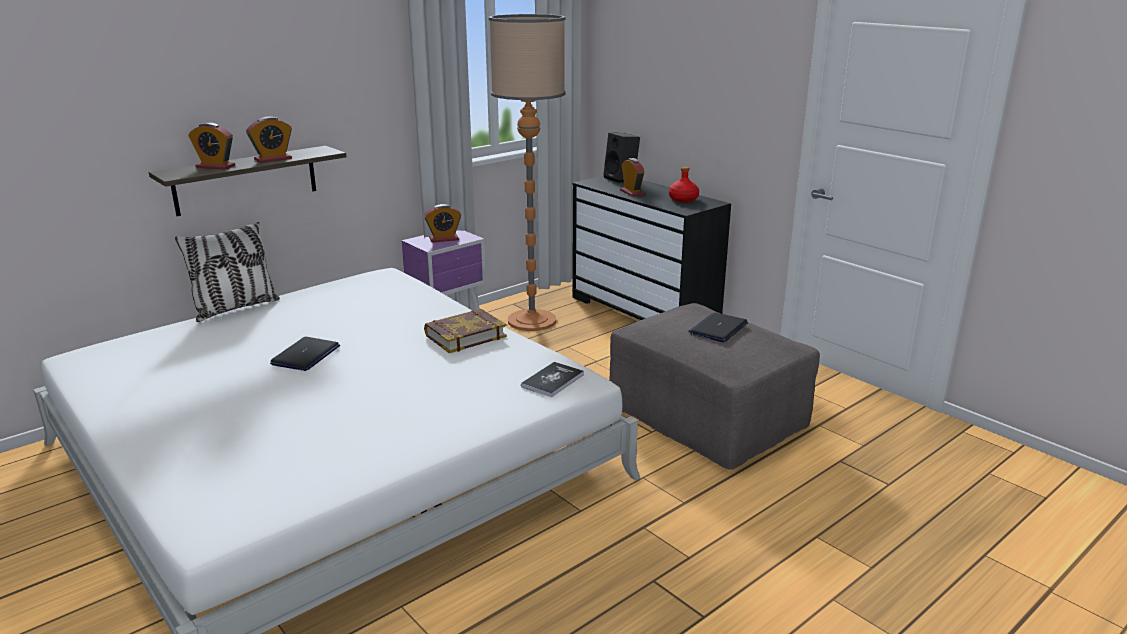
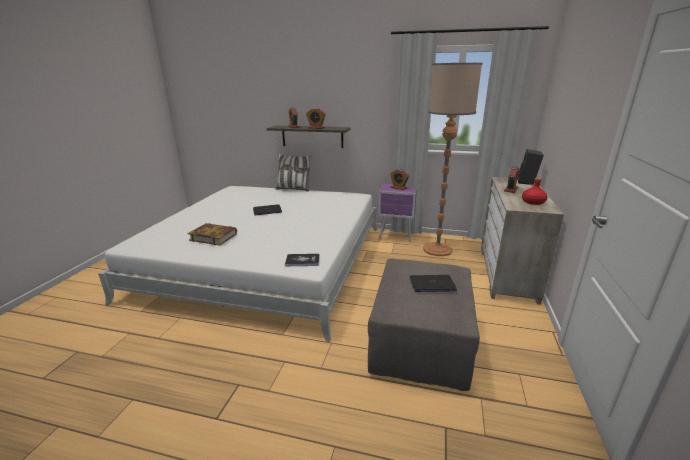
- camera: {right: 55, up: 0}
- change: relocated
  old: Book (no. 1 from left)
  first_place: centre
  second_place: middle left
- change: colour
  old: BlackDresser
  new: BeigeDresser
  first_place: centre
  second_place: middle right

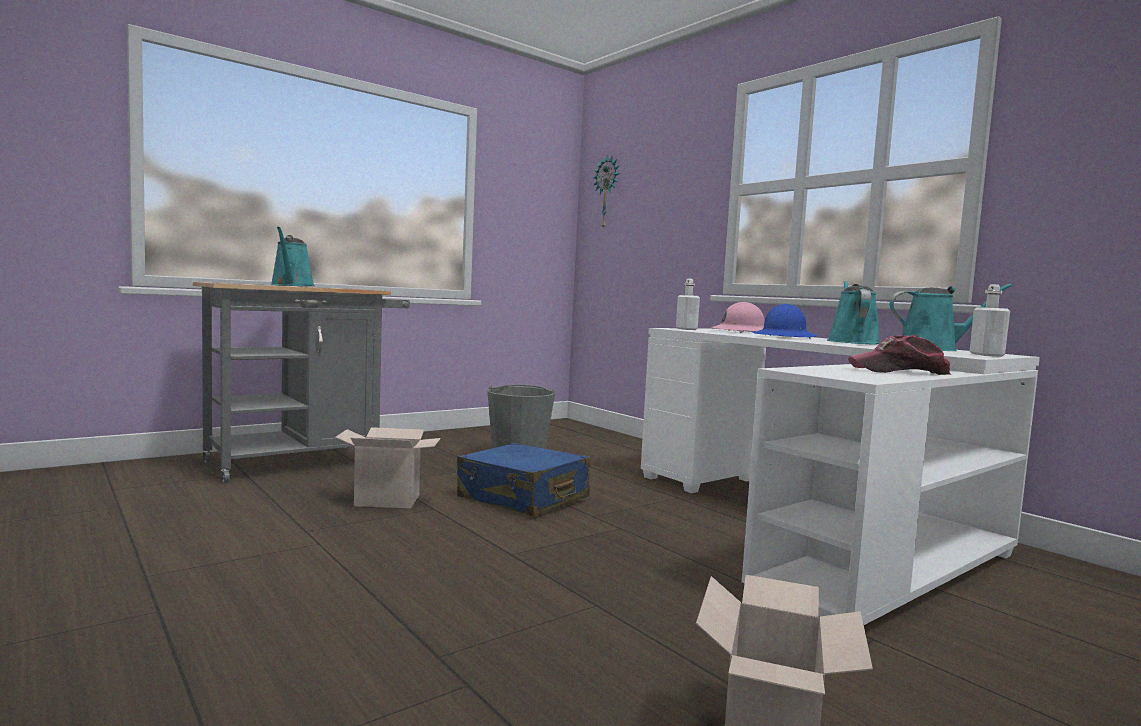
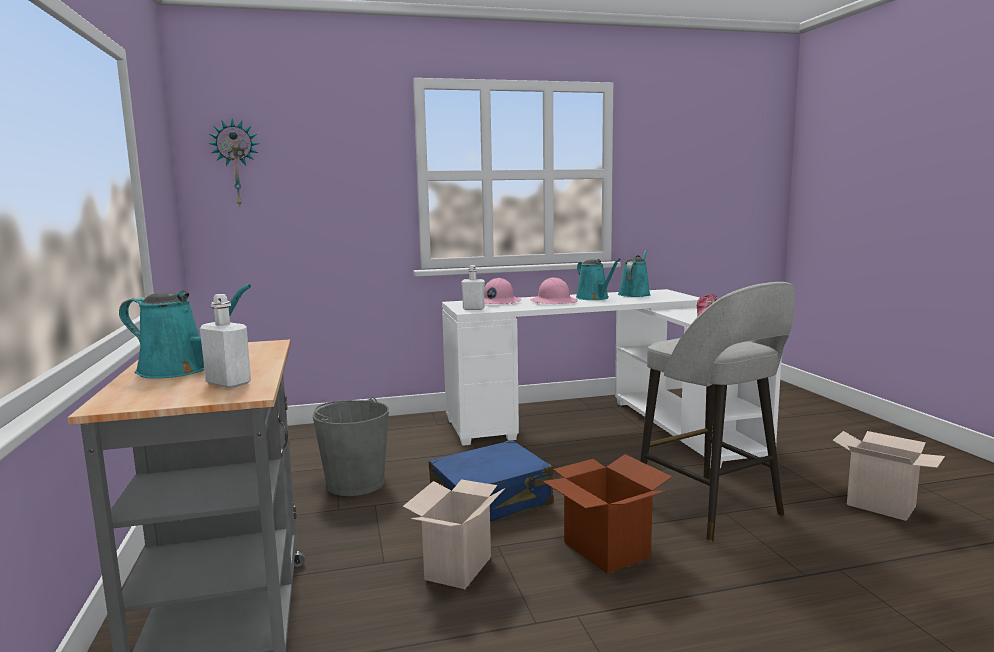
- camera: {right: -65, up: 5}
- change: appeared
  new: CardboardBox (no. 2 from left)
  second_place: bottom centre
- change: appeared
  new: GreyStool
  second_place: middle right
- change: relocated
  old: WhiteBottle (no. 2 from left in the first image)
  new: WhiteBottle (no. 1 from left)
  first_place: middle right
  second_place: middle left
- change: colour
  old: BlueHardHat
  new: PinkHardHat (no. 2 from left)
  first_place: middle right
  second_place: centre
- change: spun
  old: TurquoiseWateringCan (no. 2 from left)
  first_place: middle right
  second_place: centre
  degrees: -150

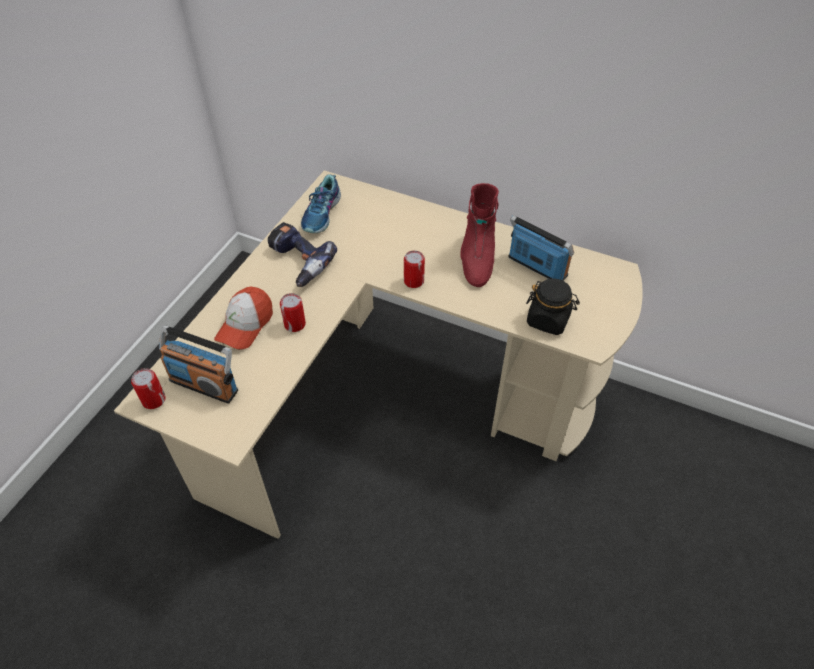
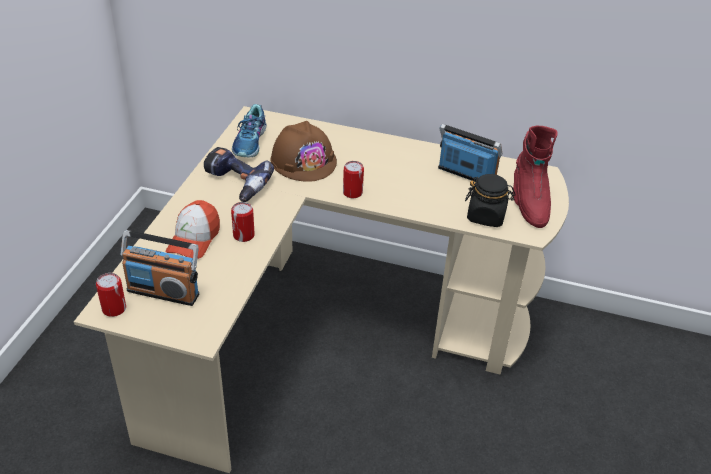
- camera: {right: -10, up: -10}
- change: appeared
  new: BrownHardHat
  second_place: top centre
- change: relocated
  old: RedBoot
  first_place: centre
  second_place: middle right

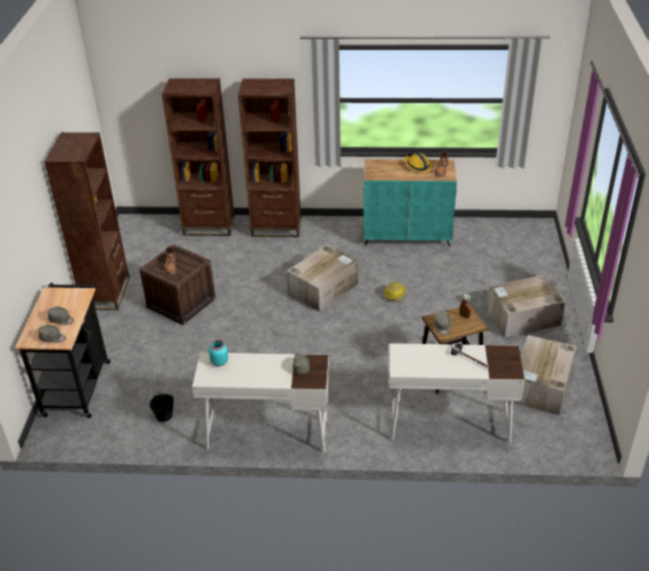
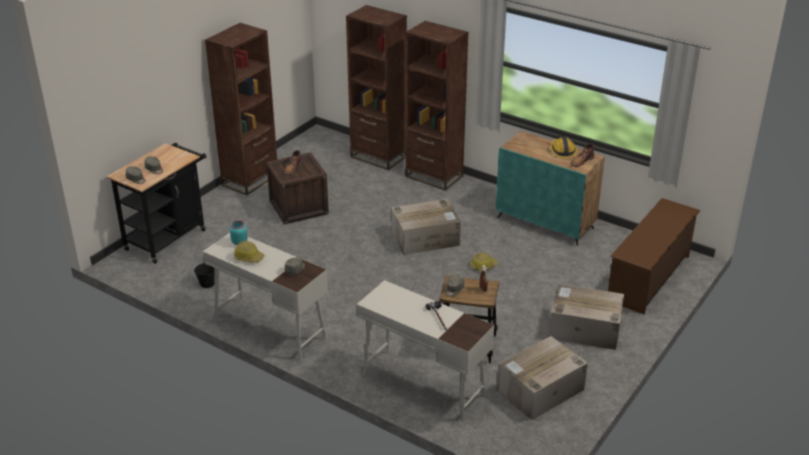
- camera: {right: 30, up: -5}
- change: appeared
  new: HardHat (no. 1 from left)
  second_place: middle left
- change: appeared
  new: BrownShoeRack
  second_place: middle right

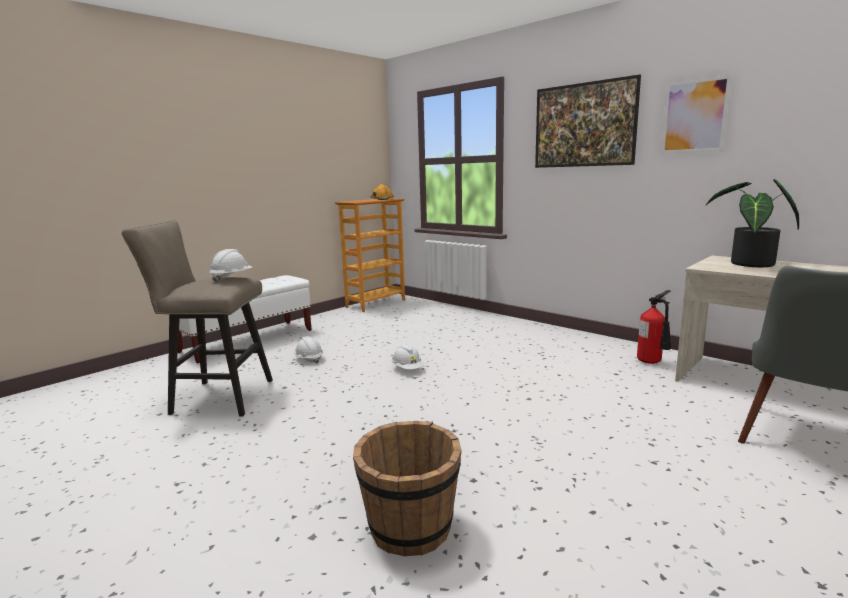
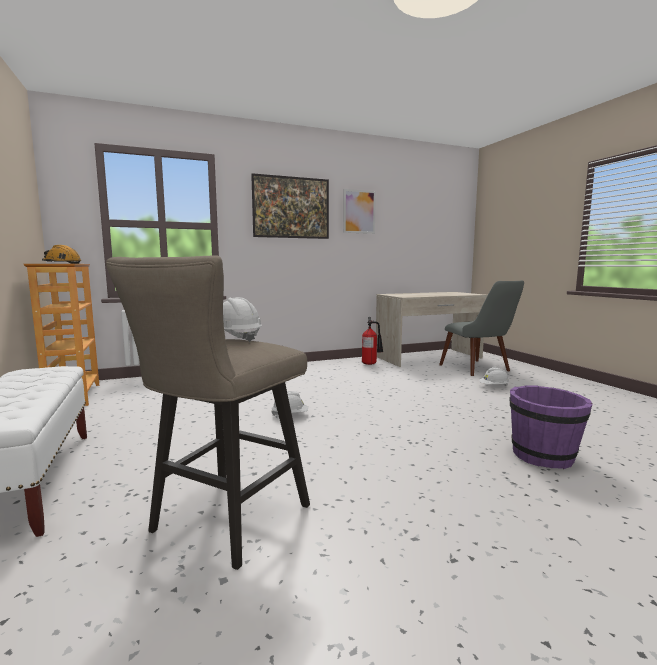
- camera: {right: -65, up: -5}
- change: missing
  old: PottedPlant
  first_place: middle right
- change: relocated
  old: WhiteHardHat (no. 2 from left in the first image)
  new: WhiteHardHat (no. 3 from left)
  first_place: centre
  second_place: middle right
- change: colour
  old: BrownBucket
  new: PurpleBucket
  first_place: bottom centre
  second_place: middle right

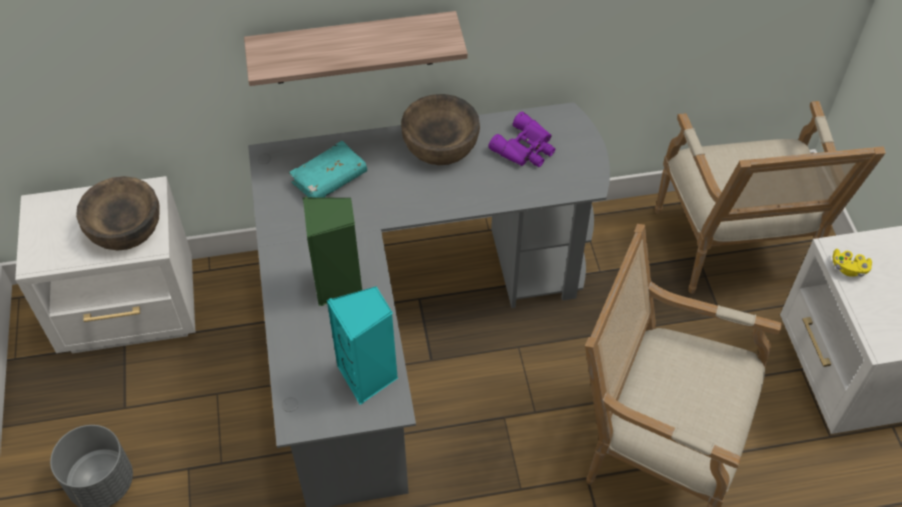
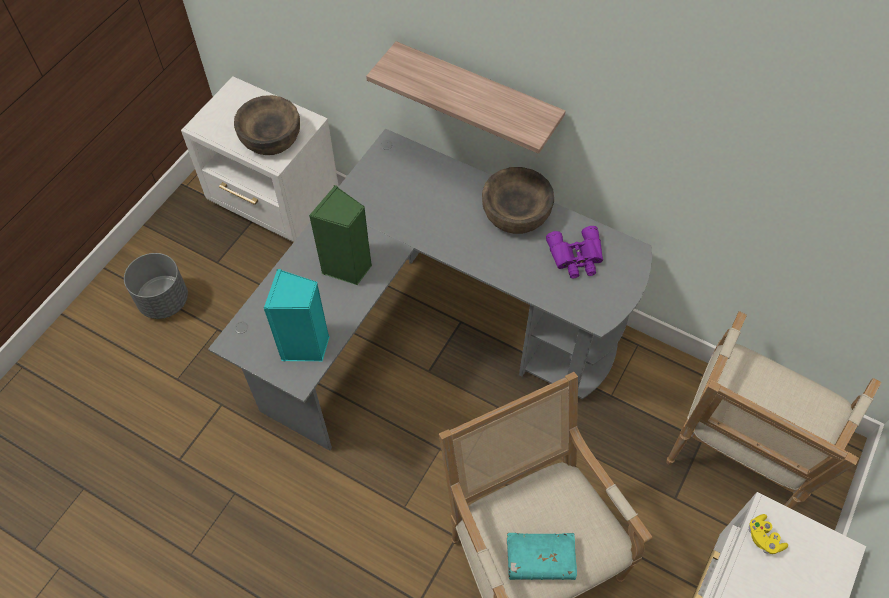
- camera: {right: 40, up: 5}
- change: relocated
  old: TurquoiseBook
  first_place: centre
  second_place: bottom centre

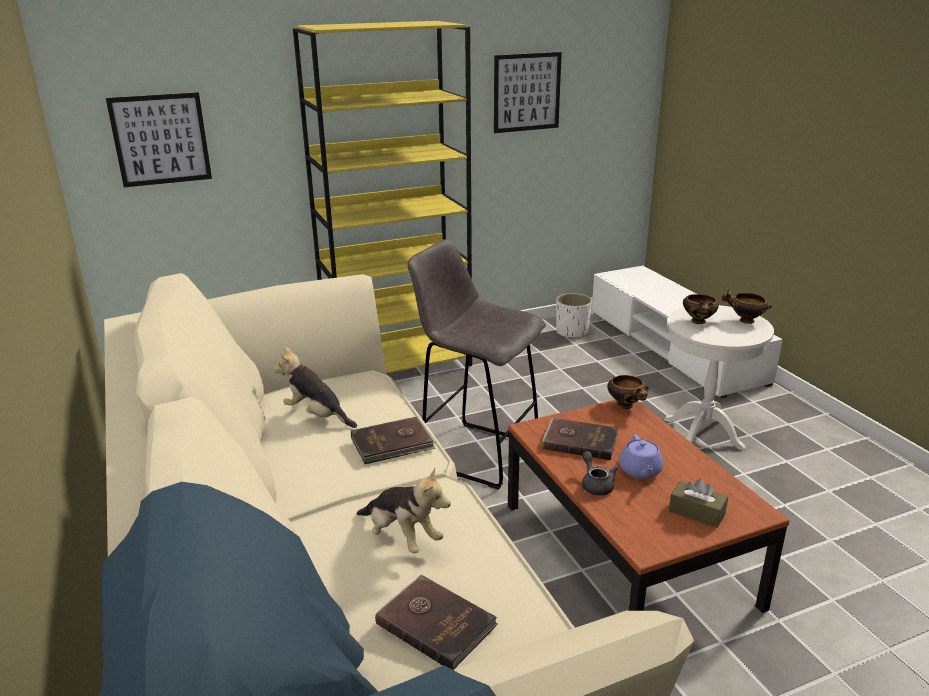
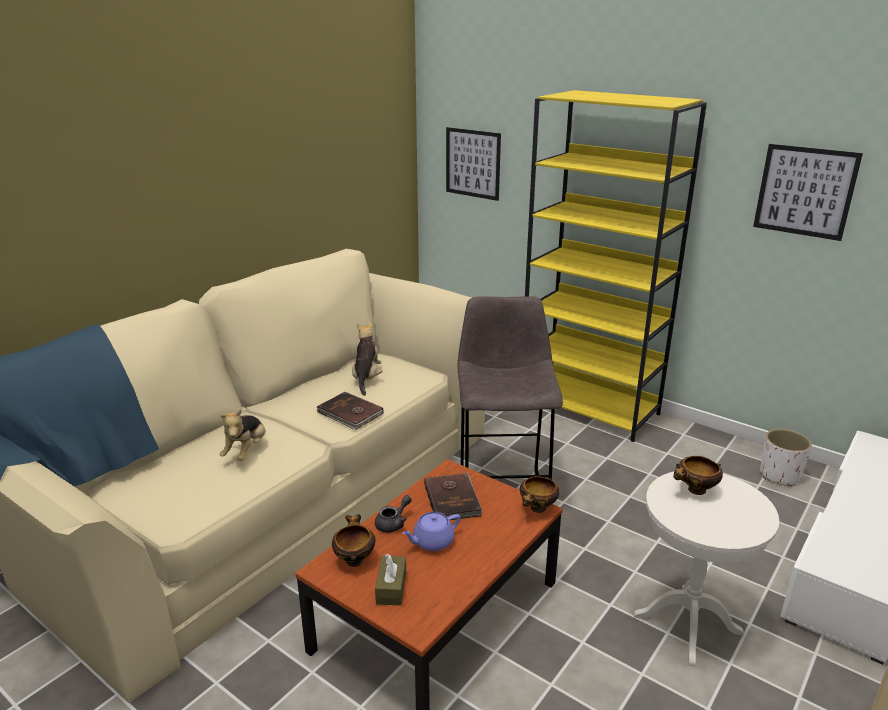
- camera: {right: 60, up: 0}
- change: missing
  old: BrownBook (no. 2 from left)
  first_place: bottom centre
- change: relocated
  old: Bowl (no. 3 from left in the first image)
  new: Bowl (no. 1 from left)
  first_place: middle right
  second_place: bottom centre

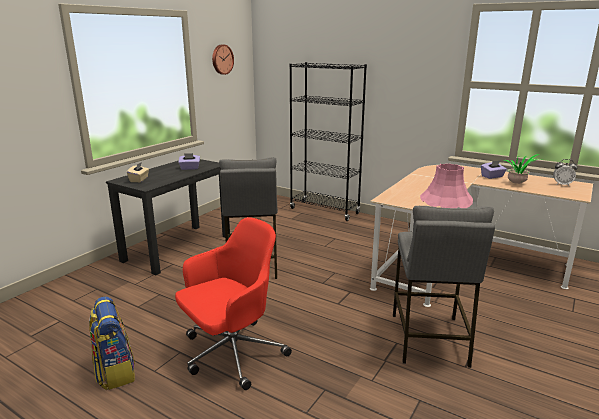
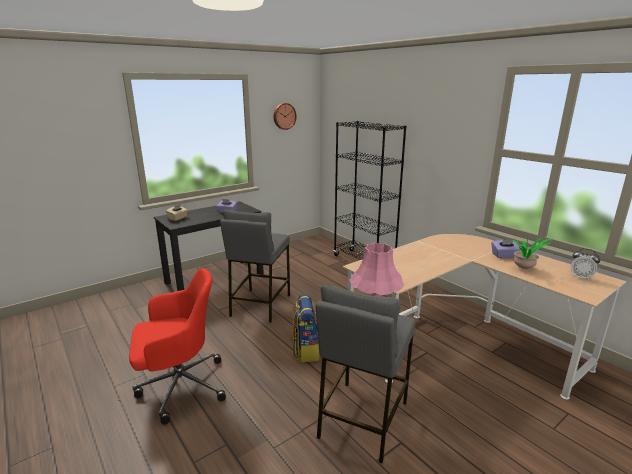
- camera: {right: 20, up: 0}
- change: relocated
  old: Backpack
  first_place: bottom left
  second_place: bottom centre

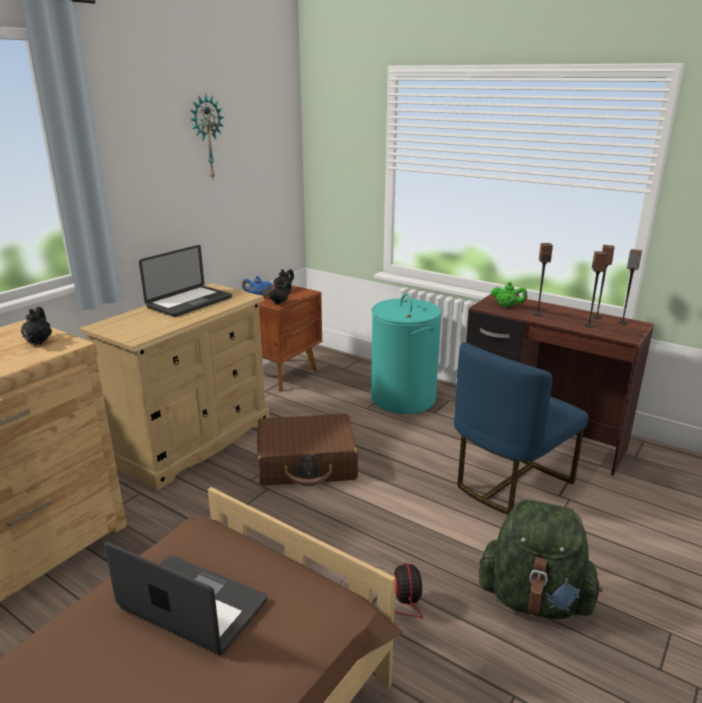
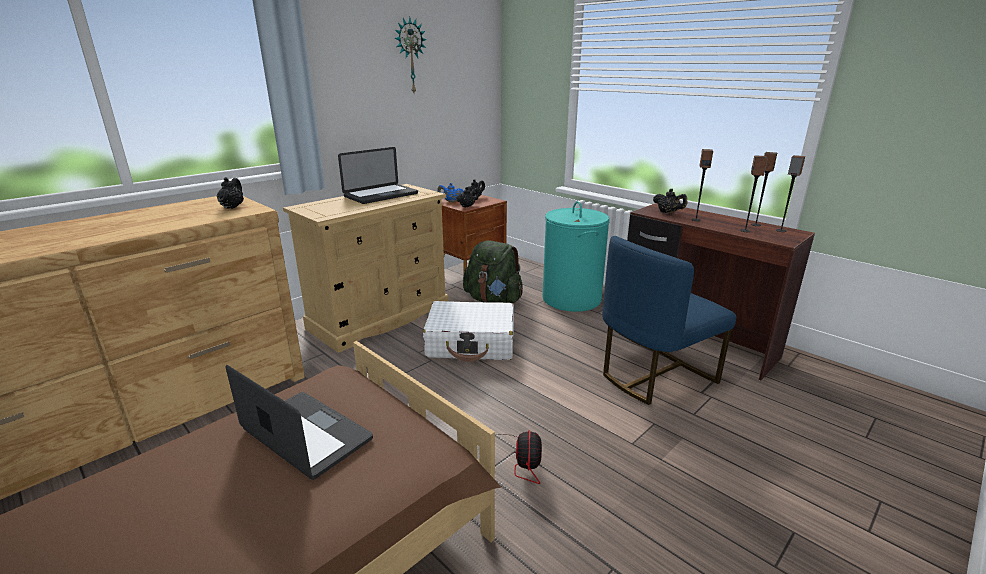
- camera: {right: 10, up: 0}
- change: relocated
  old: GreenBackpack
  first_place: bottom right
  second_place: centre
- change: colour
  old: BrownSuitcase
  new: WhiteSuitcase
  first_place: centre
  second_place: centre
- change: colour
  old: GreenTeapot
  new: BlackTeapot (no. 4 from left)
  first_place: middle right
  second_place: middle right

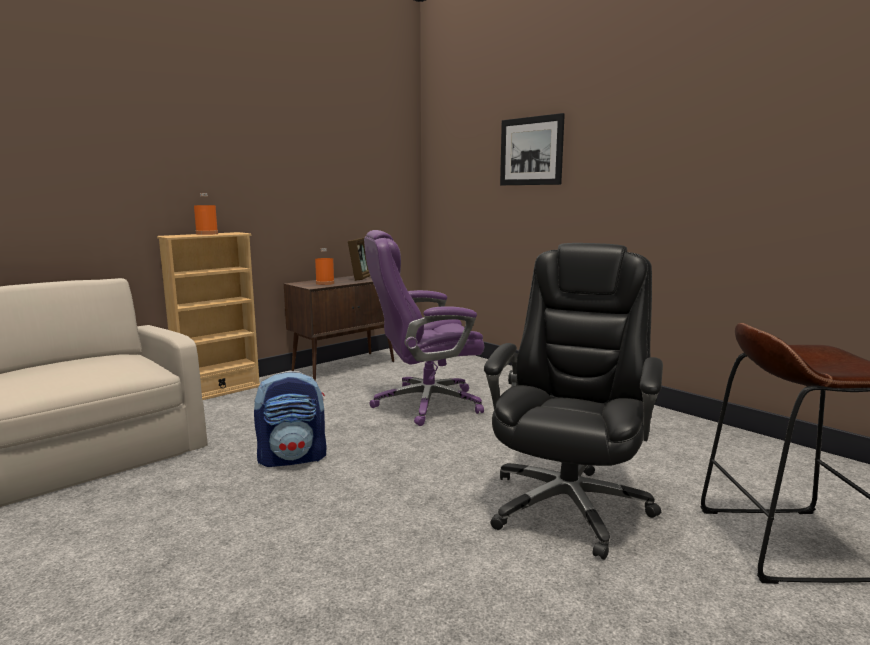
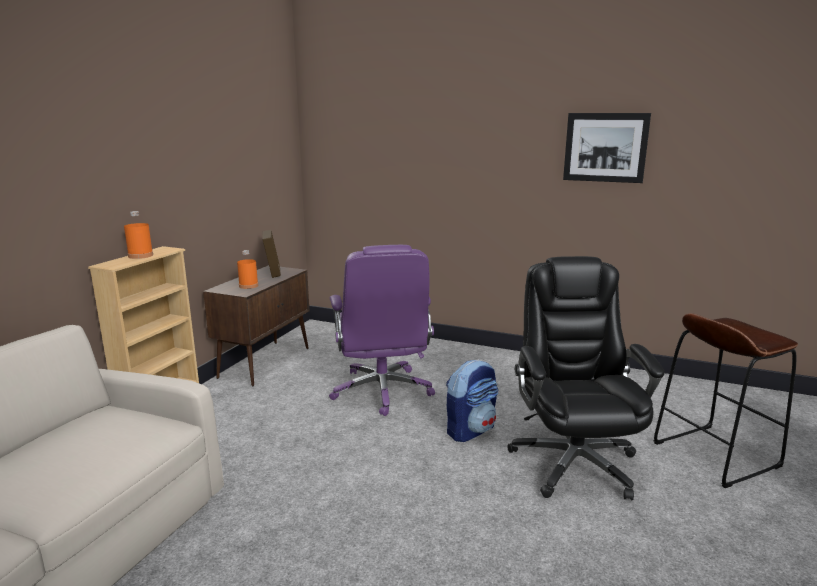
- camera: {right: -25, up: 5}
- change: relocated
  old: Backpack
  first_place: centre
  second_place: bottom centre
- change: relocated
  old: Picture
  first_place: top centre
  second_place: top right
- change: spun
  old: PurpleOfficeChair
  first_place: centre
  second_place: centre
  degrees: -60

